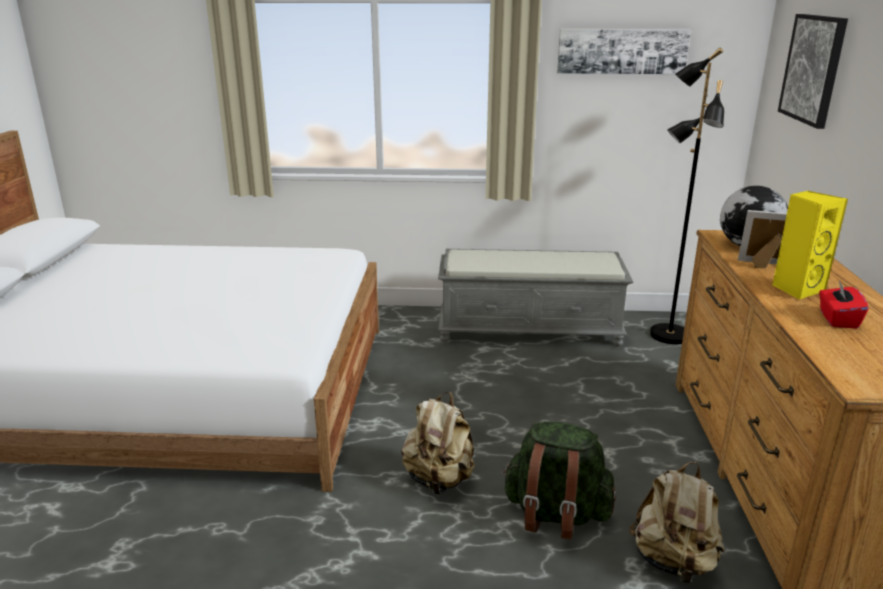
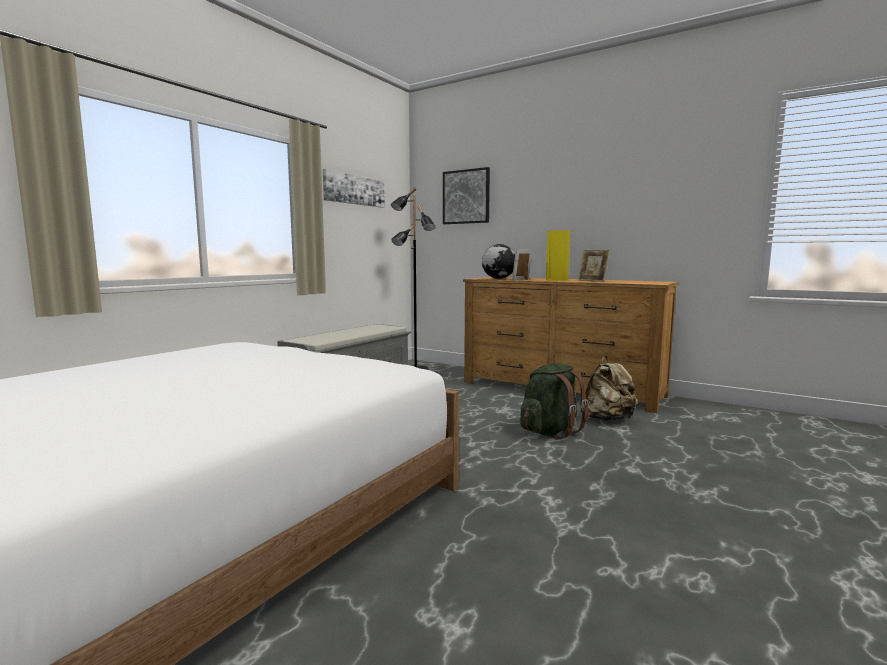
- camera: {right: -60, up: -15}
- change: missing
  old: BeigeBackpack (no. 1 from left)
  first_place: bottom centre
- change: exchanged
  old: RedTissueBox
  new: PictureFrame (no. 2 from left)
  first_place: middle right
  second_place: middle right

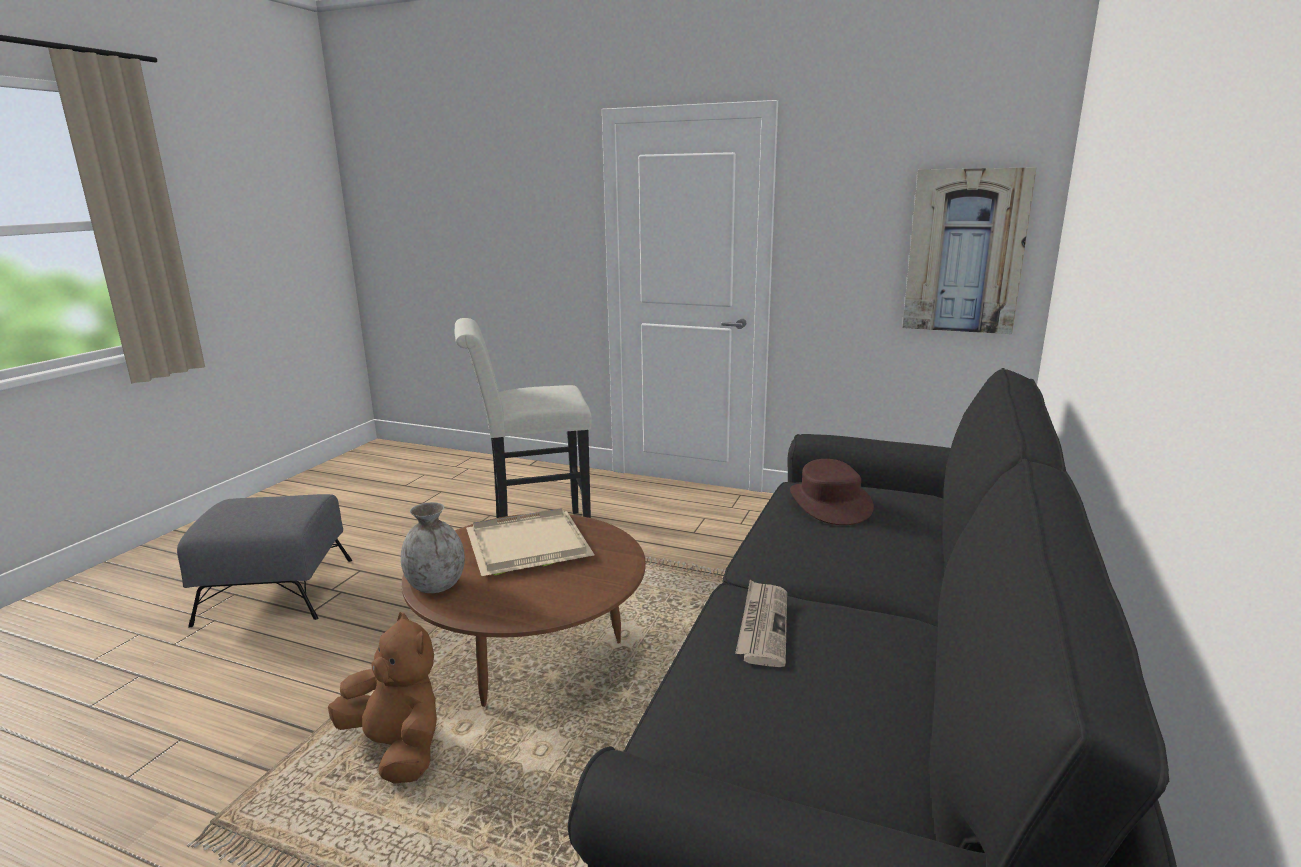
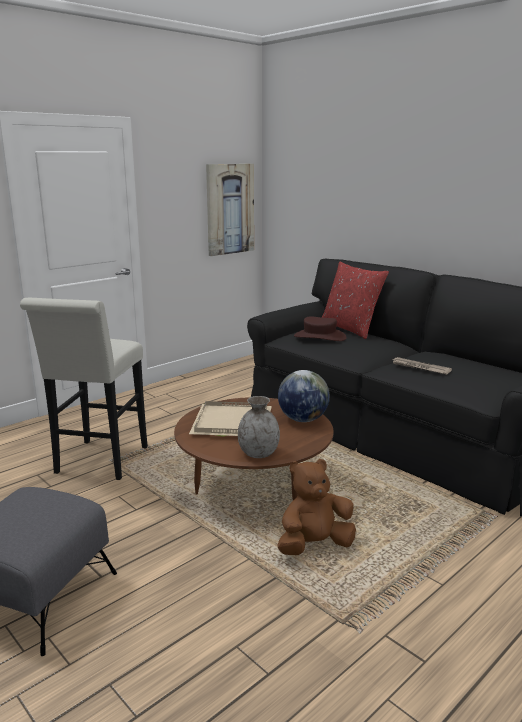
- camera: {right: -65, up: 0}
- change: appeared
  new: Globe
  second_place: centre
- change: appeared
  new: RedPillow
  second_place: middle right

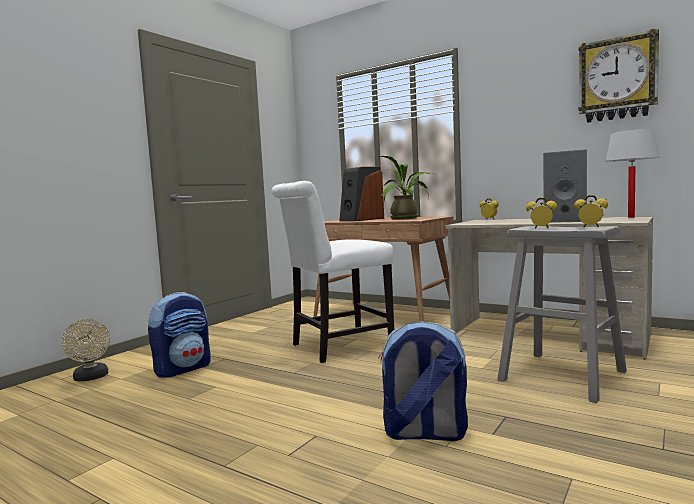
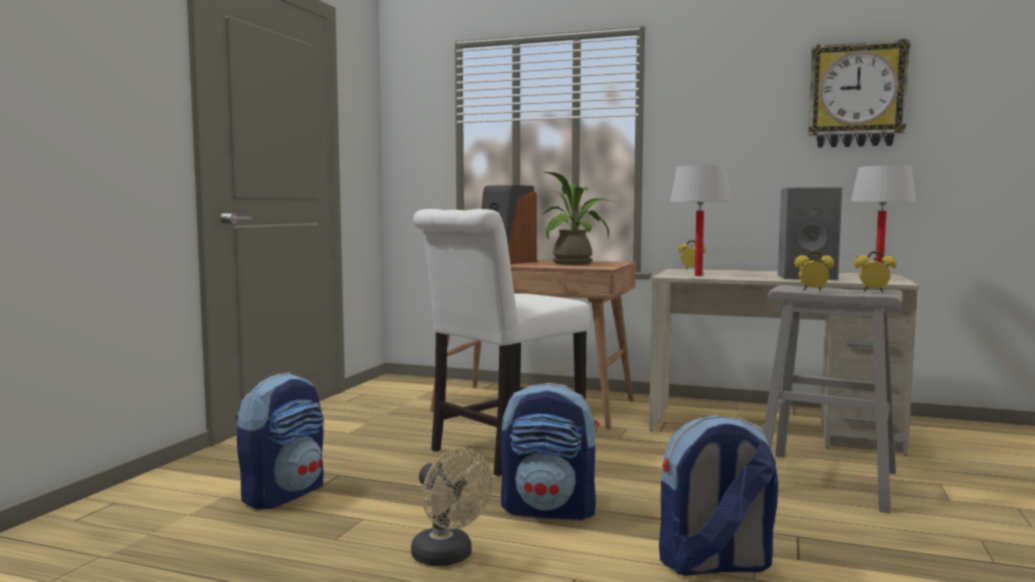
- camera: {right: -15, up: 0}
- change: appeared
  new: Backpack (no. 2 from left)
  second_place: bottom centre
- change: appeared
  new: WhiteTableLamp (no. 1 from left)
  second_place: middle right
- change: relocated
  old: BeigeFan
  first_place: bottom left
  second_place: bottom centre

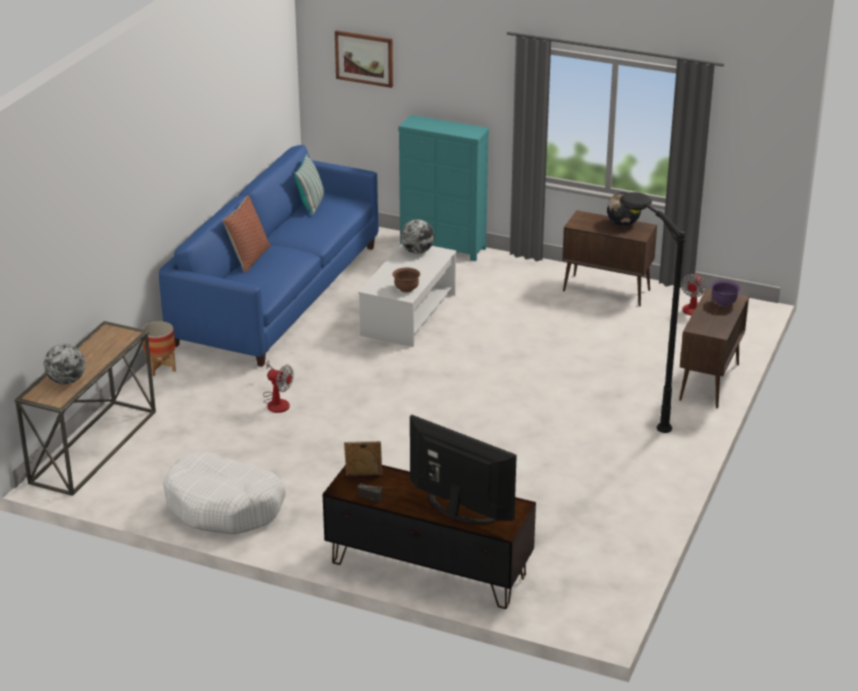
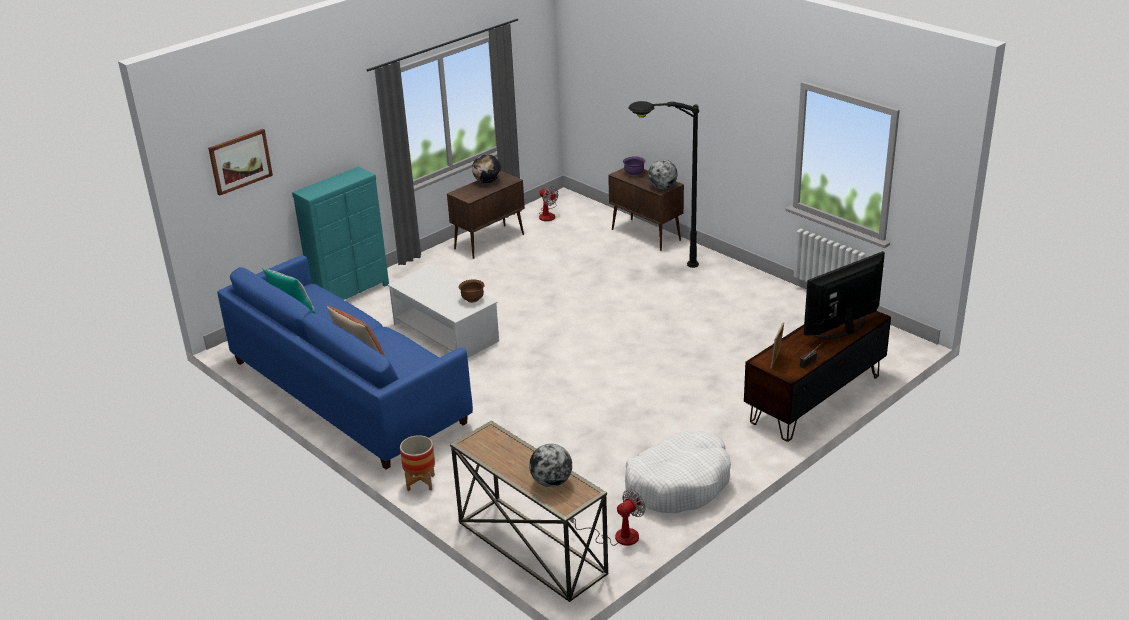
- camera: {right: -65, up: 0}
- change: relocated
  old: Fan (no. 1 from left in the first image)
  new: Fan (no. 2 from left)
  first_place: middle left
  second_place: bottom centre
- change: relocated
  old: Globe (no. 2 from left in the first image)
  new: Globe (no. 3 from left)
  first_place: centre
  second_place: top centre

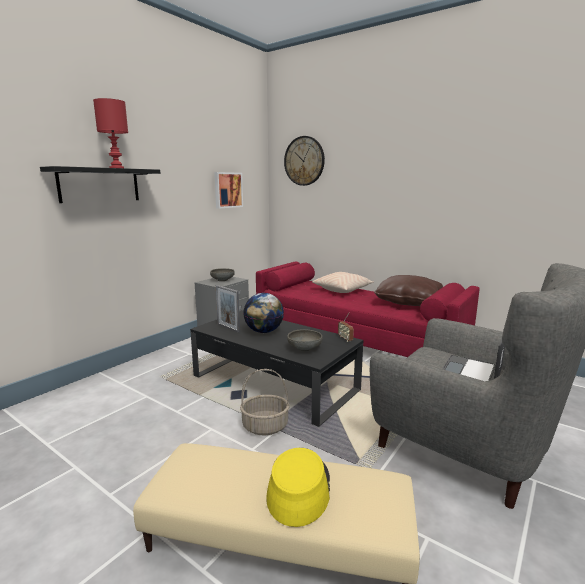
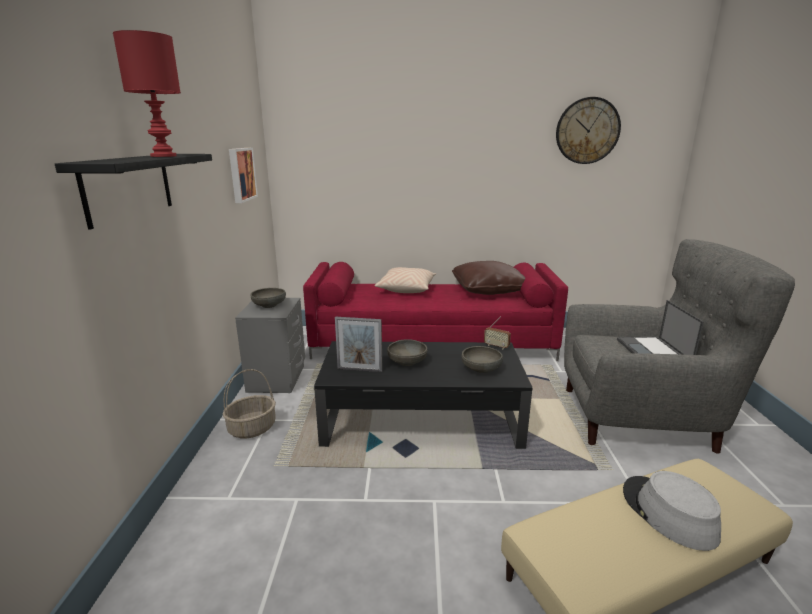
- camera: {right: -35, up: 5}
- change: relocated
  old: Basket
  first_place: bottom centre
  second_place: middle left
- change: relocated
  old: WallClock
  first_place: top centre
  second_place: top right
- change: exchanged
  old: Globe
  new: GreyBowl (no. 2 from left)
  first_place: centre
  second_place: centre
- change: colour
  old: YellowHat
  new: GreyHat
  first_place: bottom centre
  second_place: bottom right

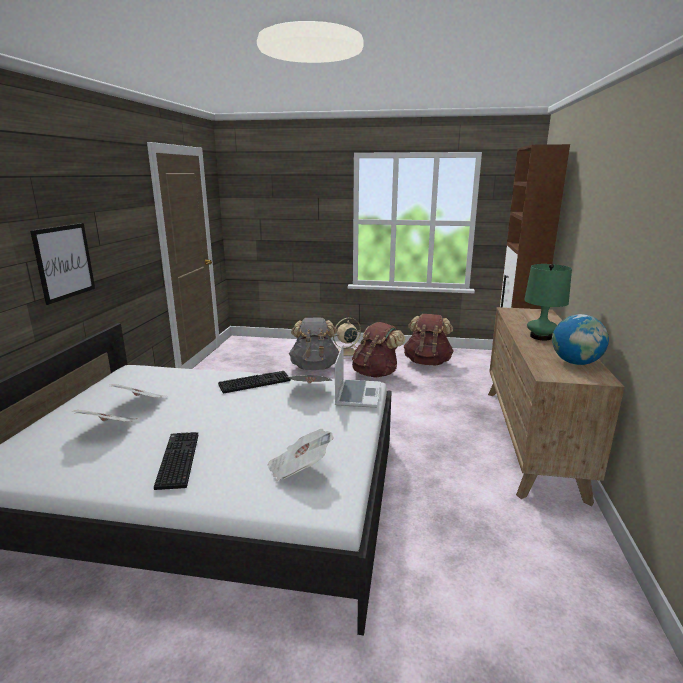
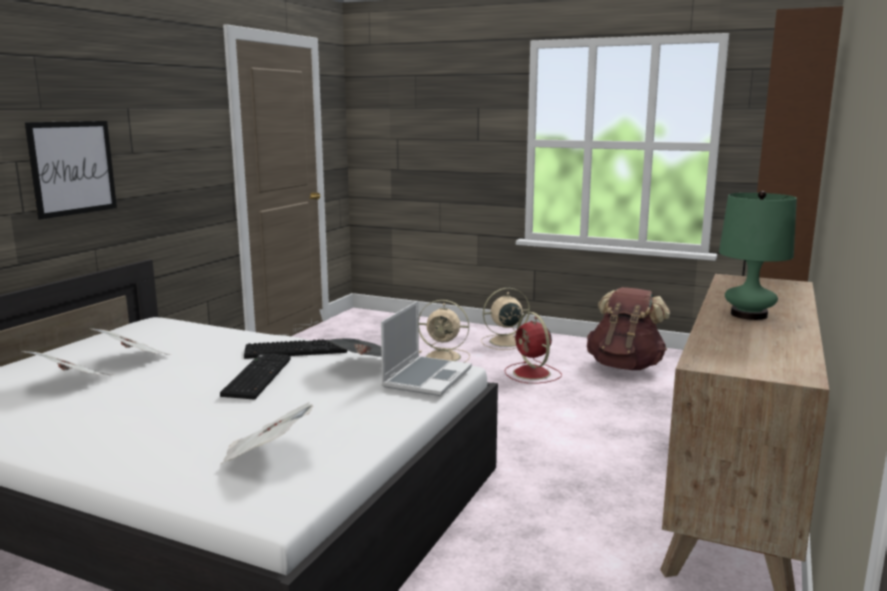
- camera: {right: 15, up: -5}
- change: missing
  old: Globe
  first_place: middle right
- change: relocated
  old: Keyboard (no. 1 from left)
  first_place: bottom left
  second_place: middle left
- change: exchanged
  old: GreyBackpack
  new: BeigeFan (no. 1 from left)
  first_place: centre
  second_place: centre
- change: exchanged
  old: BrownBackpack (no. 1 from left)
  new: RedFan
  first_place: centre
  second_place: centre

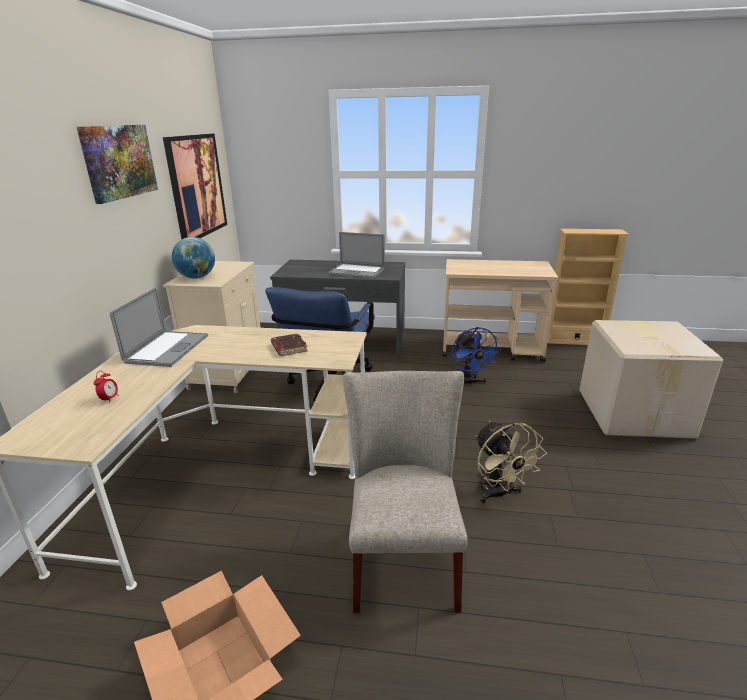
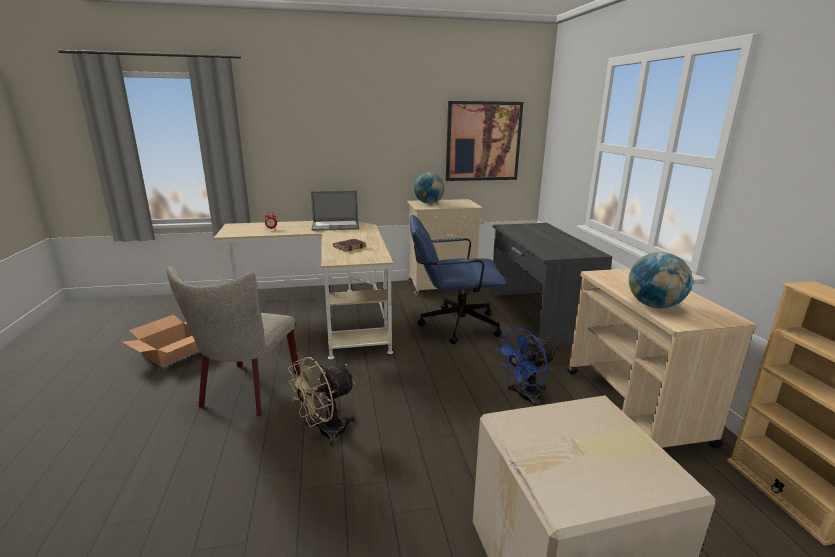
- camera: {right: 70, up: -5}
- change: missing
  old: Picture (no. 1 from left)
  first_place: top left
- change: missing
  old: Laptop (no. 2 from left)
  first_place: centre
- change: appeared
  new: Globe (no. 2 from left)
  second_place: middle right
- change: spun
  old: BeigeChair
  first_place: bottom centre
  second_place: middle left
  degrees: 120

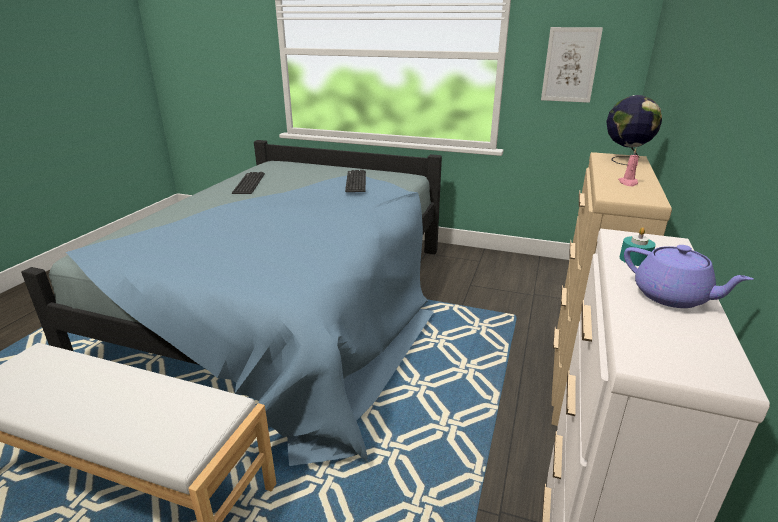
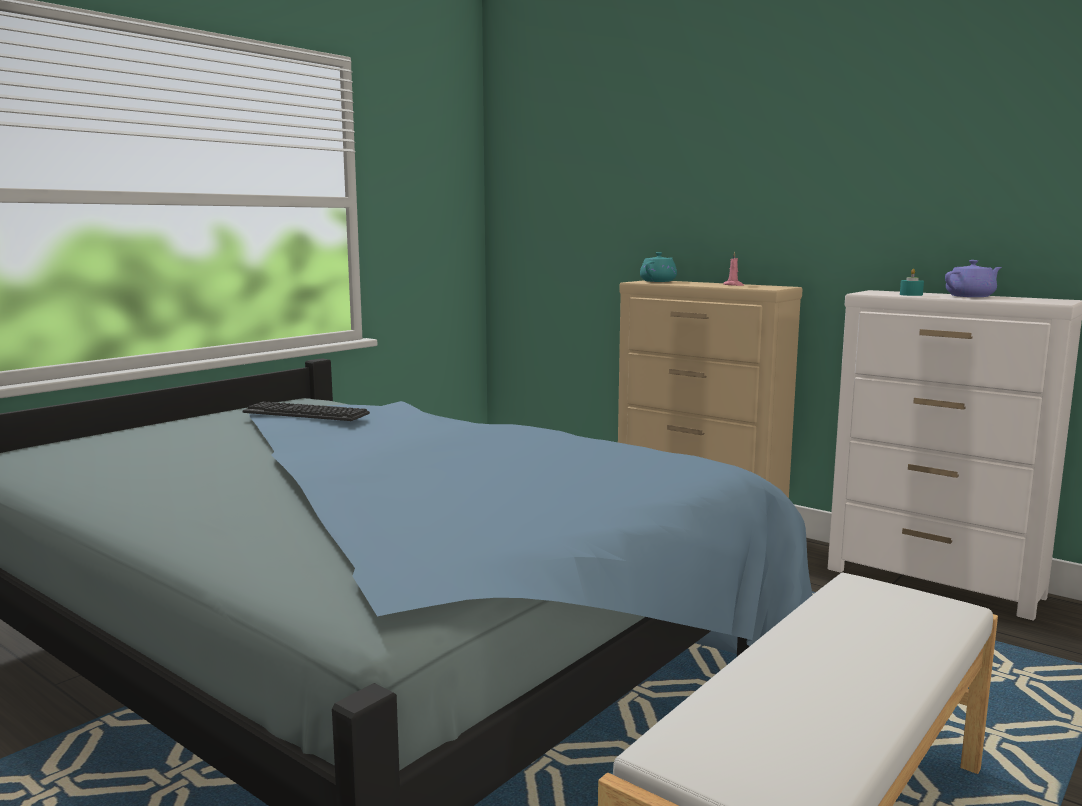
- camera: {right: -70, up: -15}
- change: missing
  old: Keyboard (no. 1 from left)
  first_place: middle left
- change: missing
  old: Picture
  first_place: top right
- change: exchanged
  old: Globe
  new: TurquoiseTeapot
  first_place: top right
  second_place: top centre

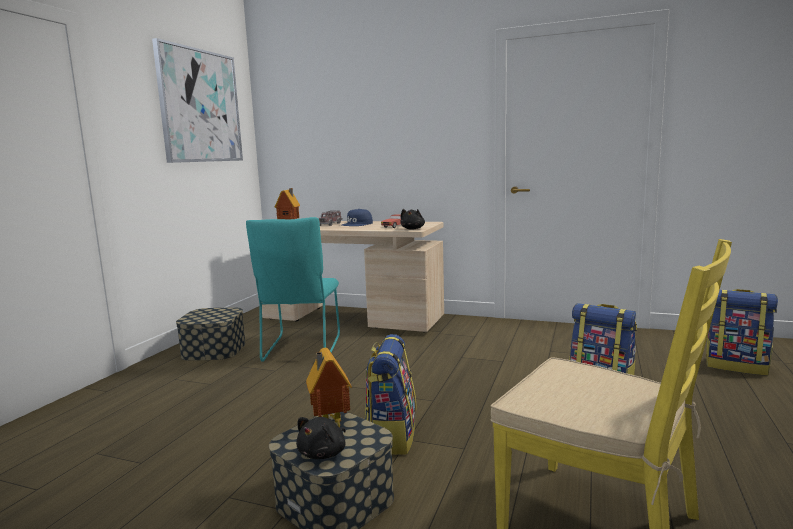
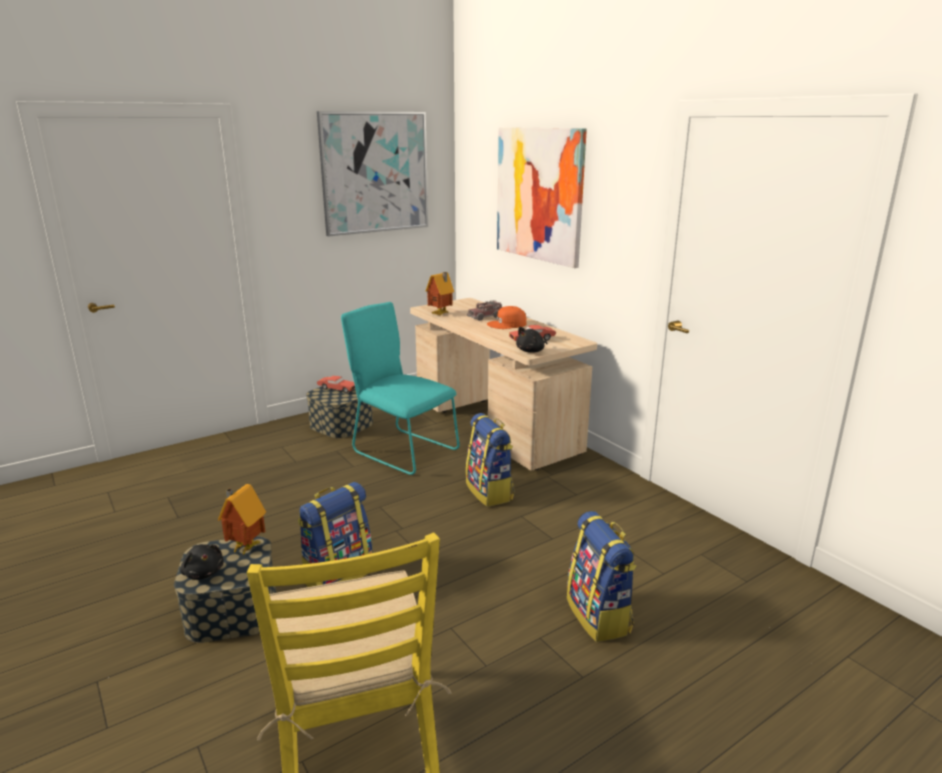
- camera: {right: 35, up: 10}
- change: appeared
  new: RedToyCar (no. 1 from left)
  second_place: centre
- change: appeared
  new: Picture (no. 2 from left)
  second_place: top centre
- change: relocated
  old: Backpack (no. 3 from left in the first image)
  new: Backpack (no. 2 from left)
  first_place: middle right
  second_place: centre
- change: colour
  old: BlueCap
  new: OrangeCap
  first_place: centre
  second_place: centre
- change: spun
  old: TurquoiseChair
  first_place: centre
  second_place: centre
  degrees: 90
- change: spun
  old: BlackPlushToy (no. 1 from left)
  first_place: bottom centre
  second_place: bottom left
  degrees: -105

